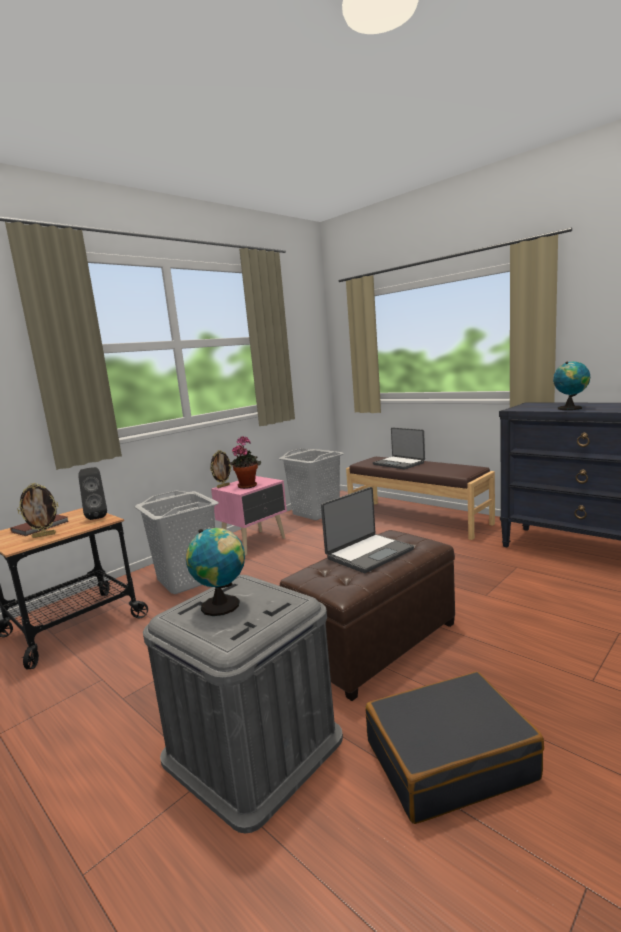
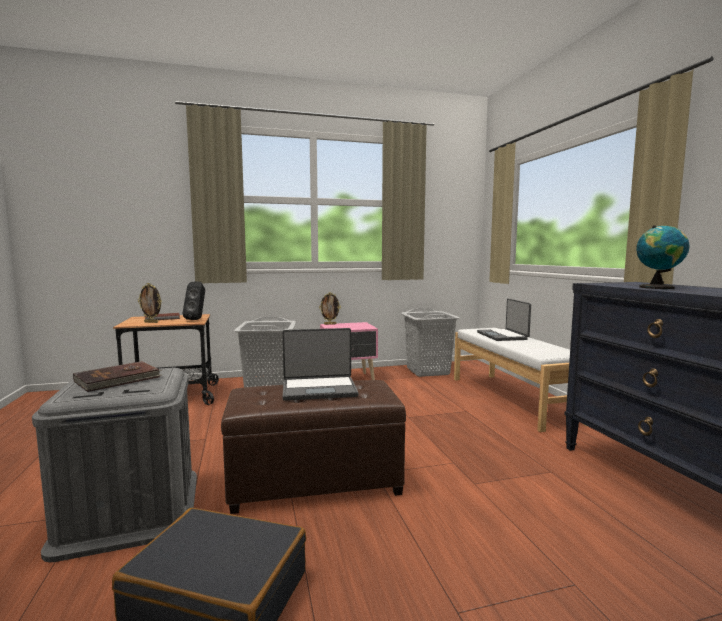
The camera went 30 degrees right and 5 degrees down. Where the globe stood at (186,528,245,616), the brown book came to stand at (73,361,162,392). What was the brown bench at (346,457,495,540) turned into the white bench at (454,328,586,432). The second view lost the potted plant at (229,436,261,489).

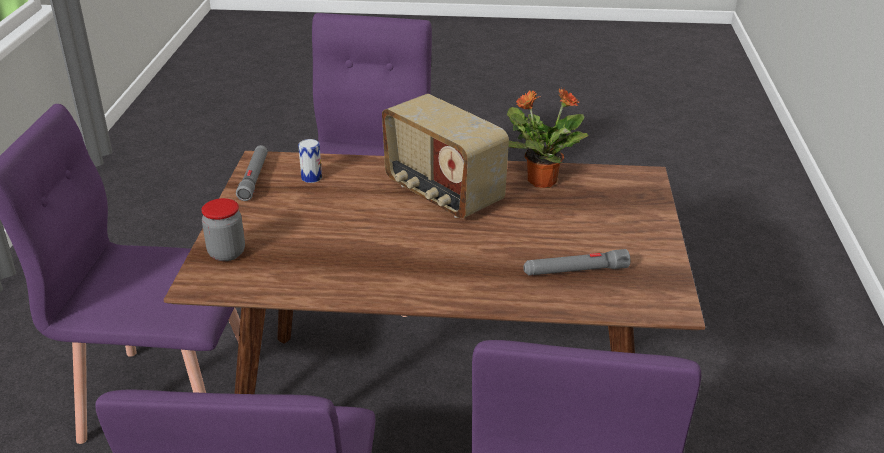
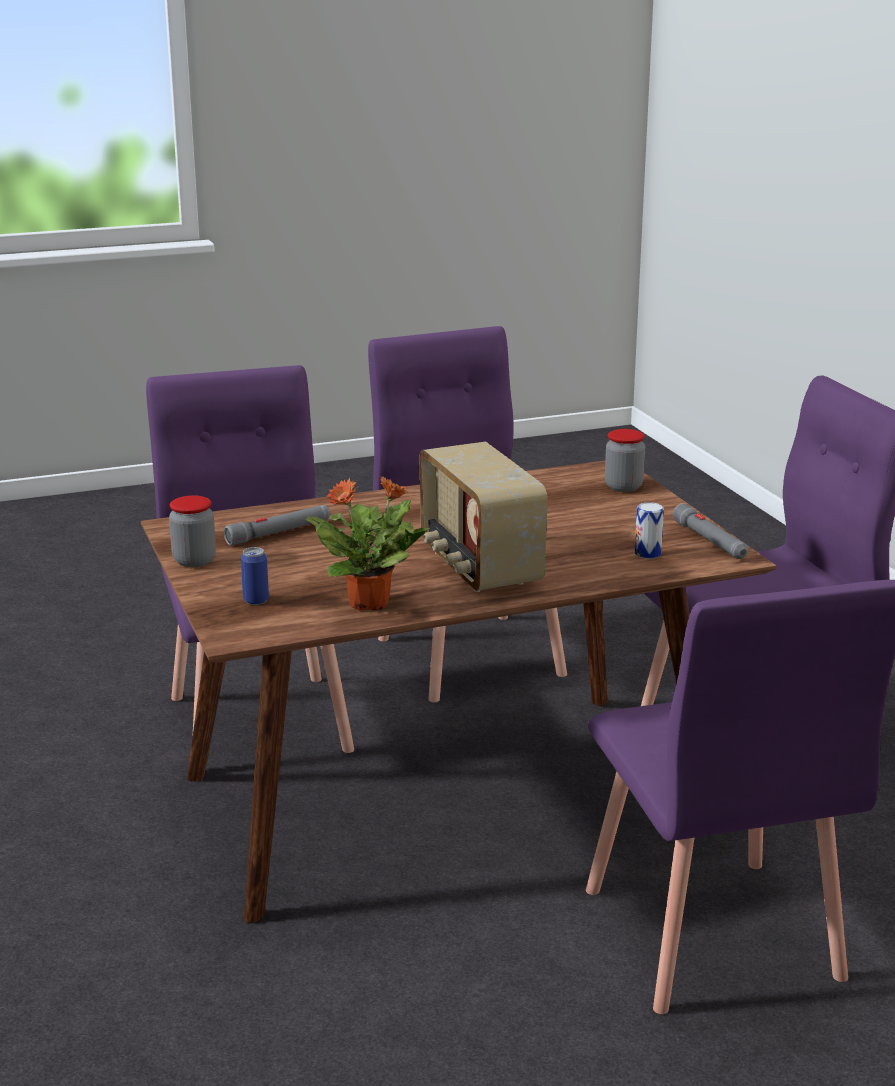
The camera went 155 degrees right and 10 degrees down. The second view gained the jar at (169,495,216,567). The second view gained the can at (241,547,269,605). The radio at (382,94,509,219) ended up facing another way, 135 degrees counterclockwise from before.

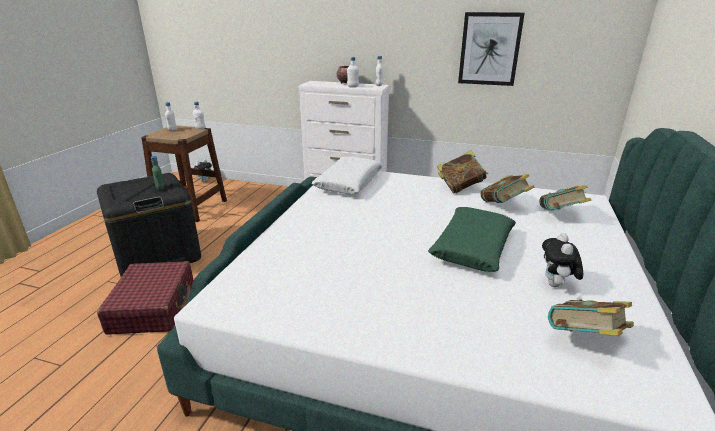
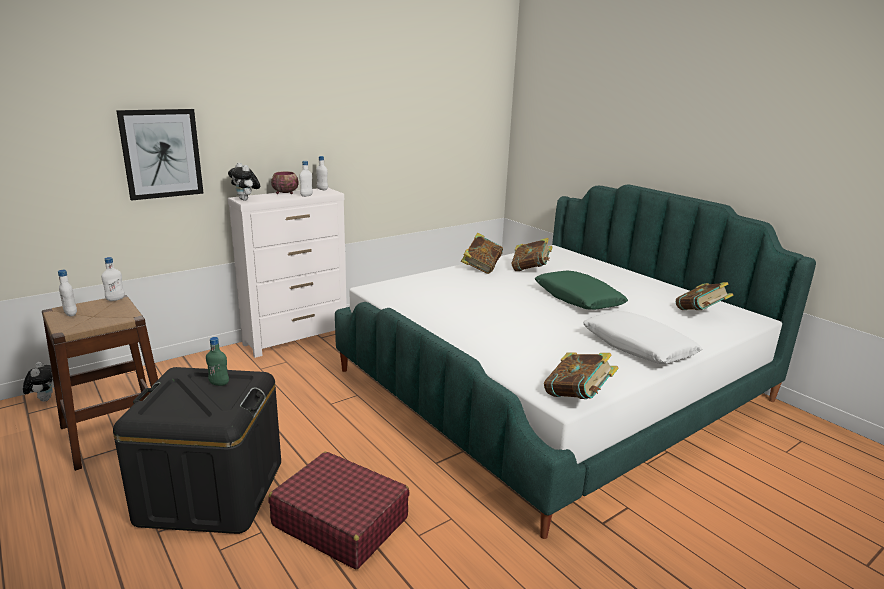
The camera went 55 degrees left and 5 degrees down. The picture ended up elsewhere, having gone from (458,12,525,86) to (116,109,204,201). The plush toy ended up elsewhere, having gone from (542,233,583,287) to (228,163,260,201). The book ended up elsewhere, having gone from (539,185,591,211) to (544,352,619,399). The white pillow ended up elsewhere, having gone from (311,156,383,194) to (583,311,702,364).

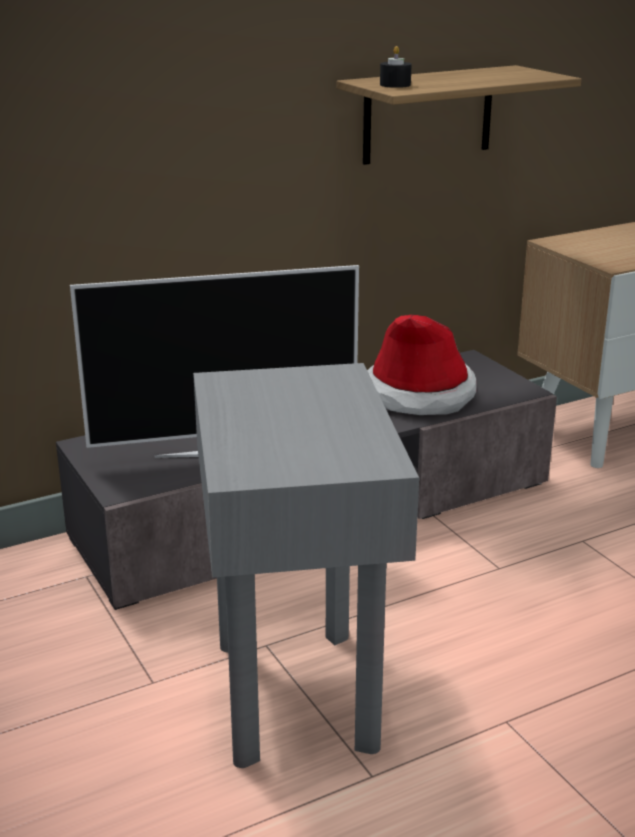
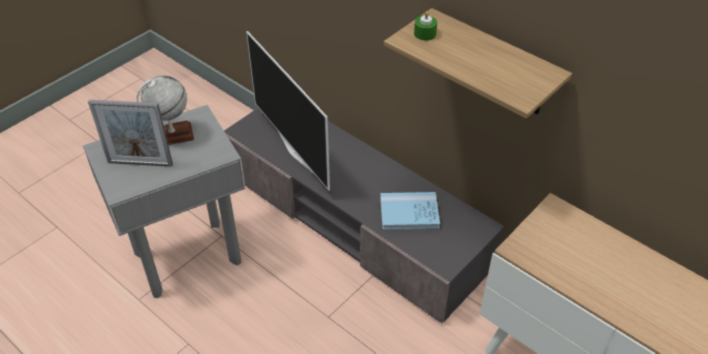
The camera went 70 degrees right and 20 degrees up. The second view gained the picture frame at (88,100,173,167). The second view gained the globe at (137,76,194,145). Where the hat stood at (367,315,477,415), the blue book came to stand at (380,192,440,230). What was the black candle at (380,46,412,88) turned into the green candle at (414,11,437,41).

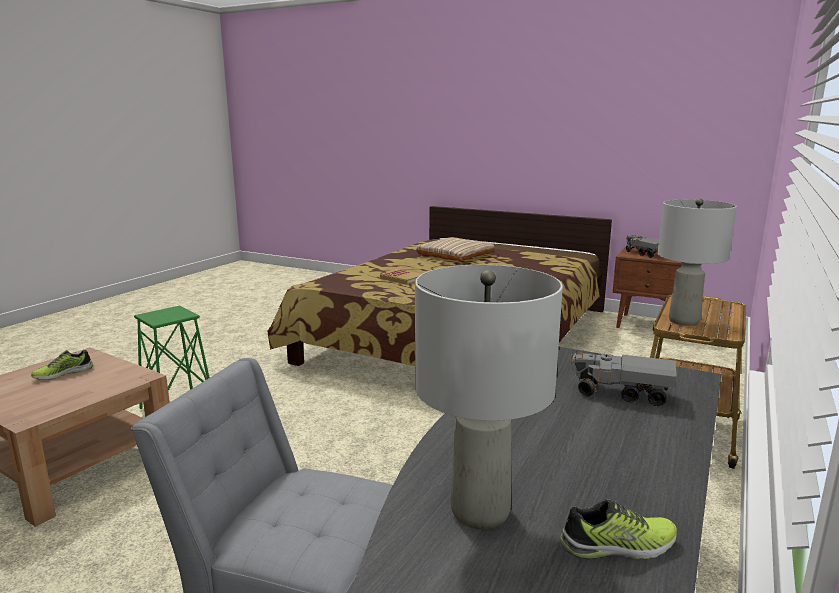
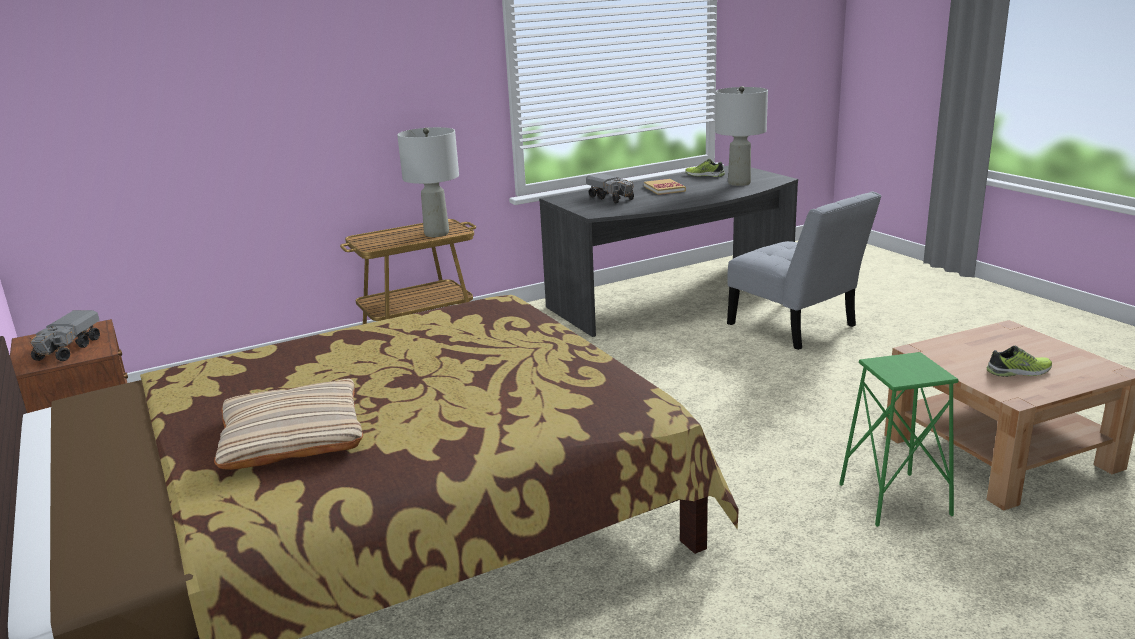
The camera went 145 degrees left and 5 degrees up. The book ended up elsewhere, having gone from (380,269,421,285) to (644,179,686,195).

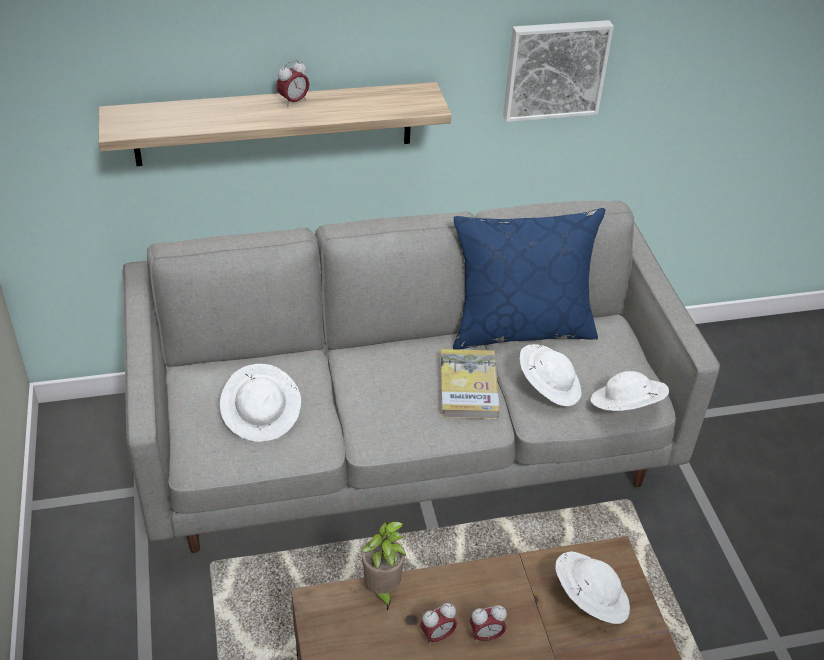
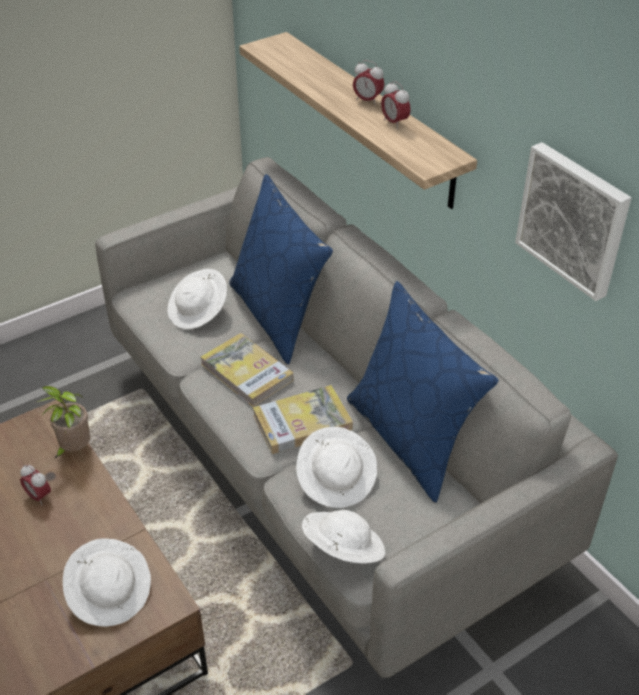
The camera went 70 degrees right and 0 degrees up. The second view gained the book at (201,333,293,407). The second view gained the blue pillow at (229,174,333,365). The alarm clock ended up elsewhere, having gone from (470,605,507,643) to (381,81,411,129).

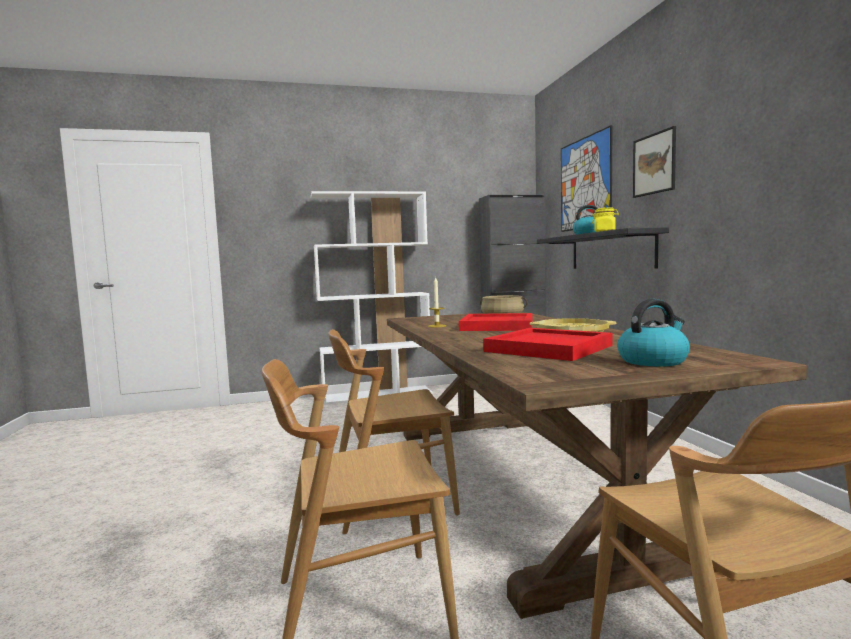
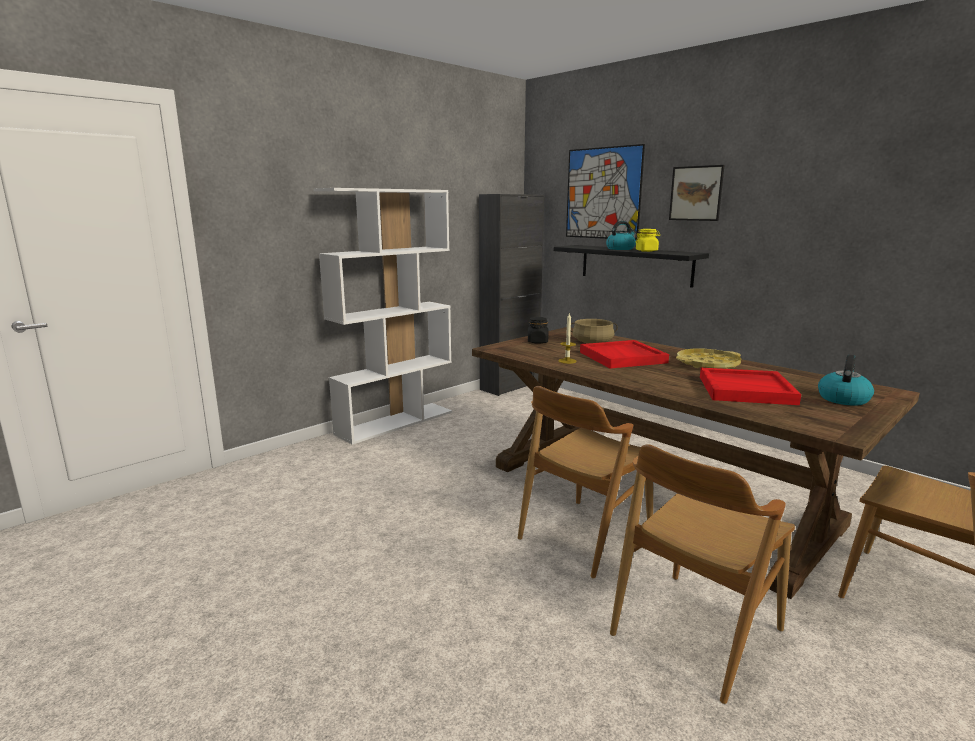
The camera went 30 degrees left and 10 degrees up. The second view gained the black jar at (528,317,549,344).

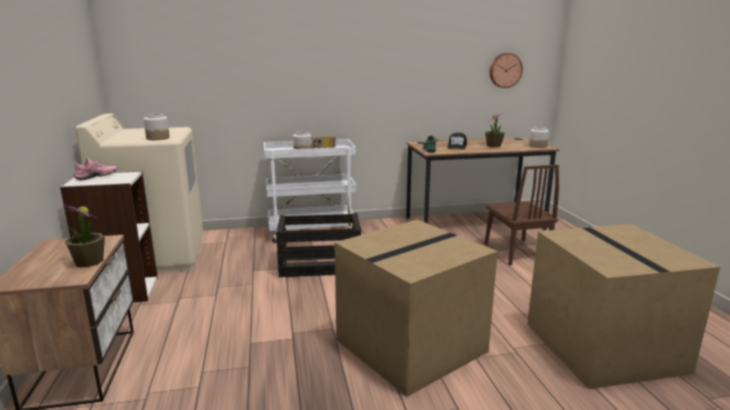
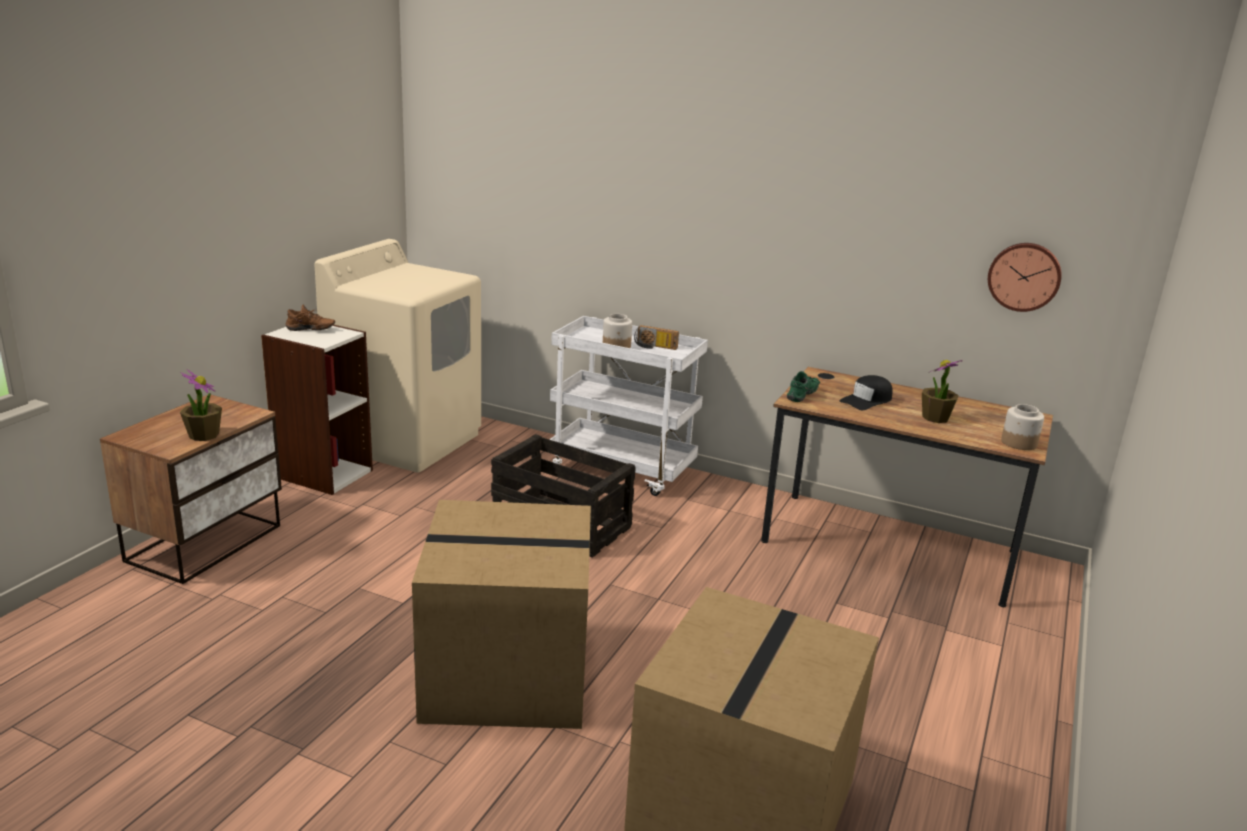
The camera went 35 degrees right and 5 degrees up. What was the pink shoe at (74,158,117,181) turned into the brown shoe at (286,305,335,331). The second view lost the jar at (144,114,170,140). The second view lost the brown chair at (484,165,559,265).

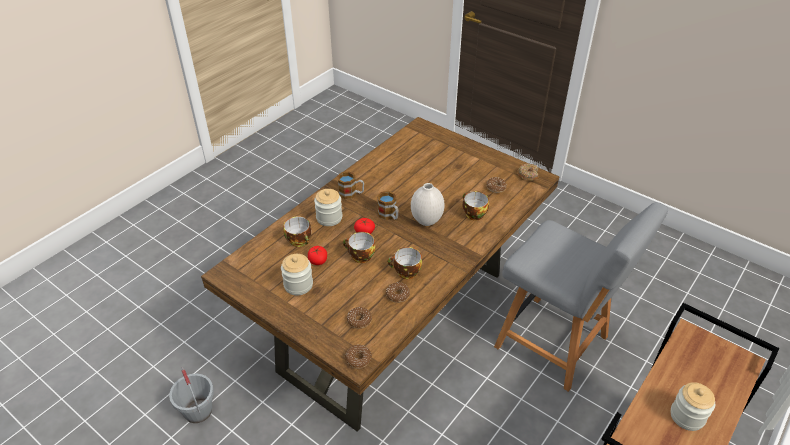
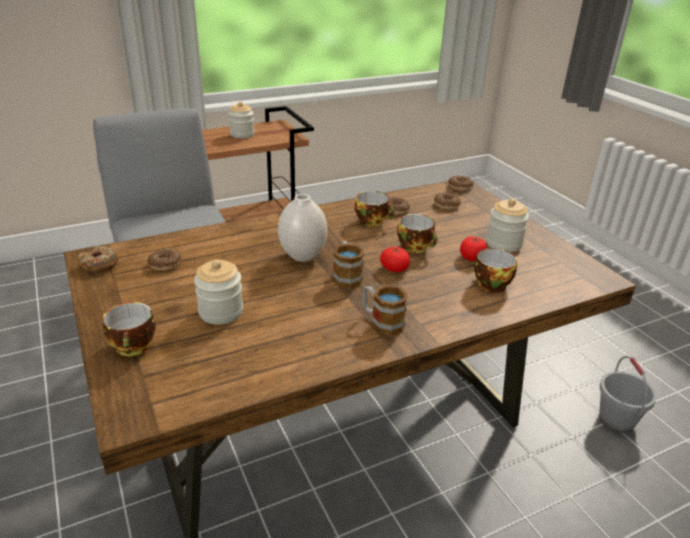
The camera went 155 degrees left and 10 degrees down. The cup ended up elsewhere, having gone from (463,191,489,221) to (102,302,155,356). The jar ended up elsewhere, having gone from (314,189,342,226) to (194,260,243,325).

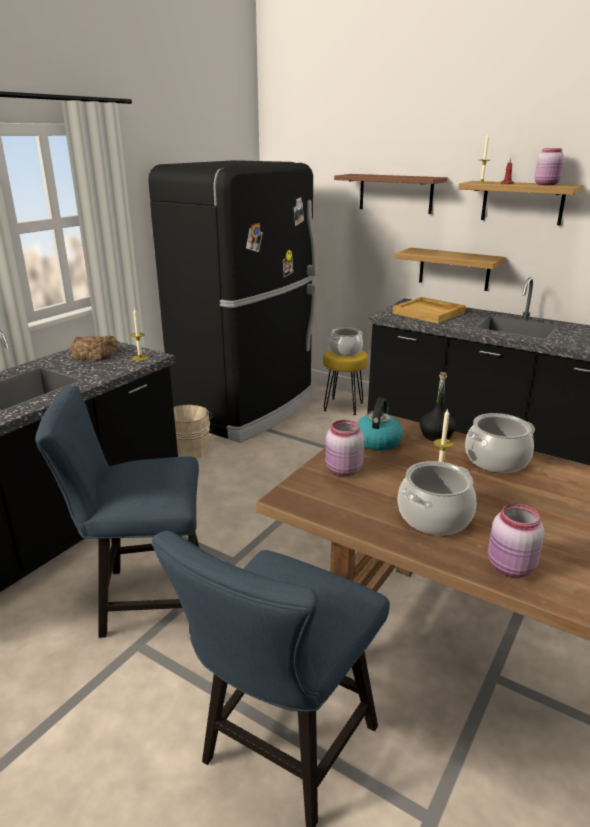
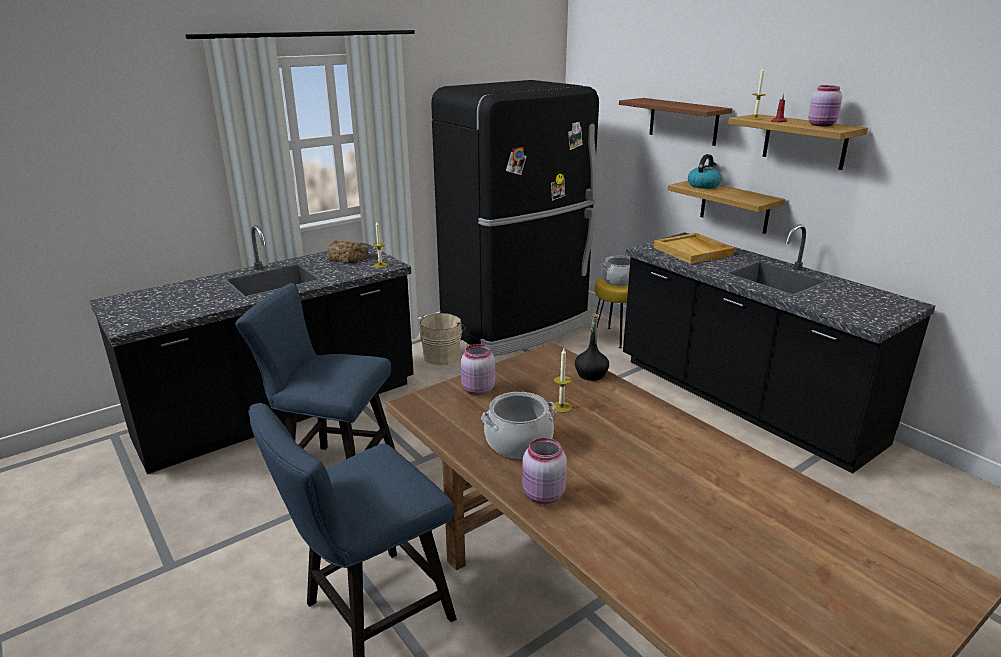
The camera went 20 degrees right and 0 degrees up. The kettle ended up elsewhere, having gone from (357,398,403,450) to (688,154,721,189). The second view lost the cooking pot at (465,413,535,473).

